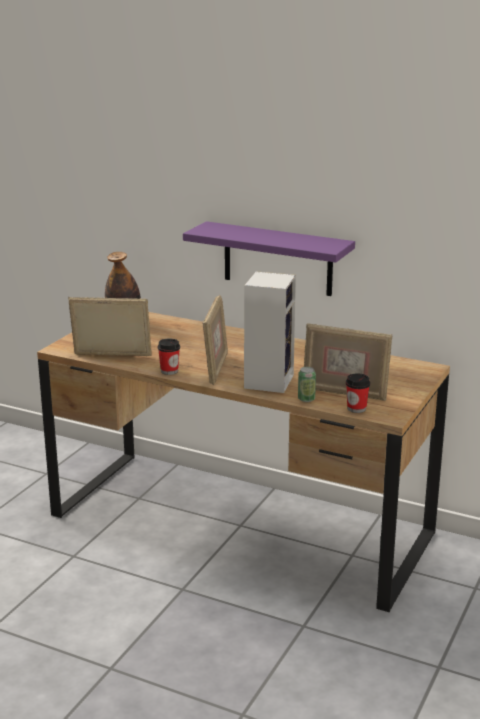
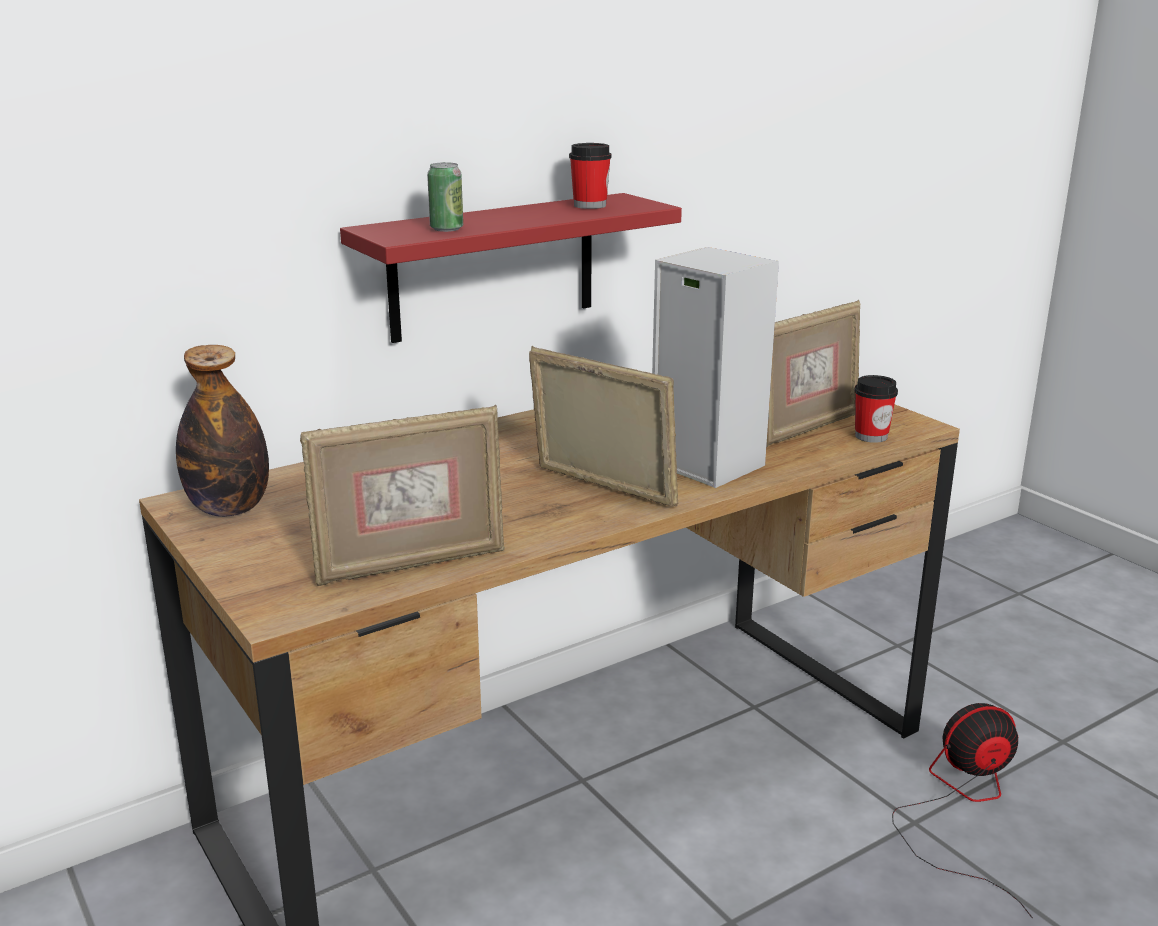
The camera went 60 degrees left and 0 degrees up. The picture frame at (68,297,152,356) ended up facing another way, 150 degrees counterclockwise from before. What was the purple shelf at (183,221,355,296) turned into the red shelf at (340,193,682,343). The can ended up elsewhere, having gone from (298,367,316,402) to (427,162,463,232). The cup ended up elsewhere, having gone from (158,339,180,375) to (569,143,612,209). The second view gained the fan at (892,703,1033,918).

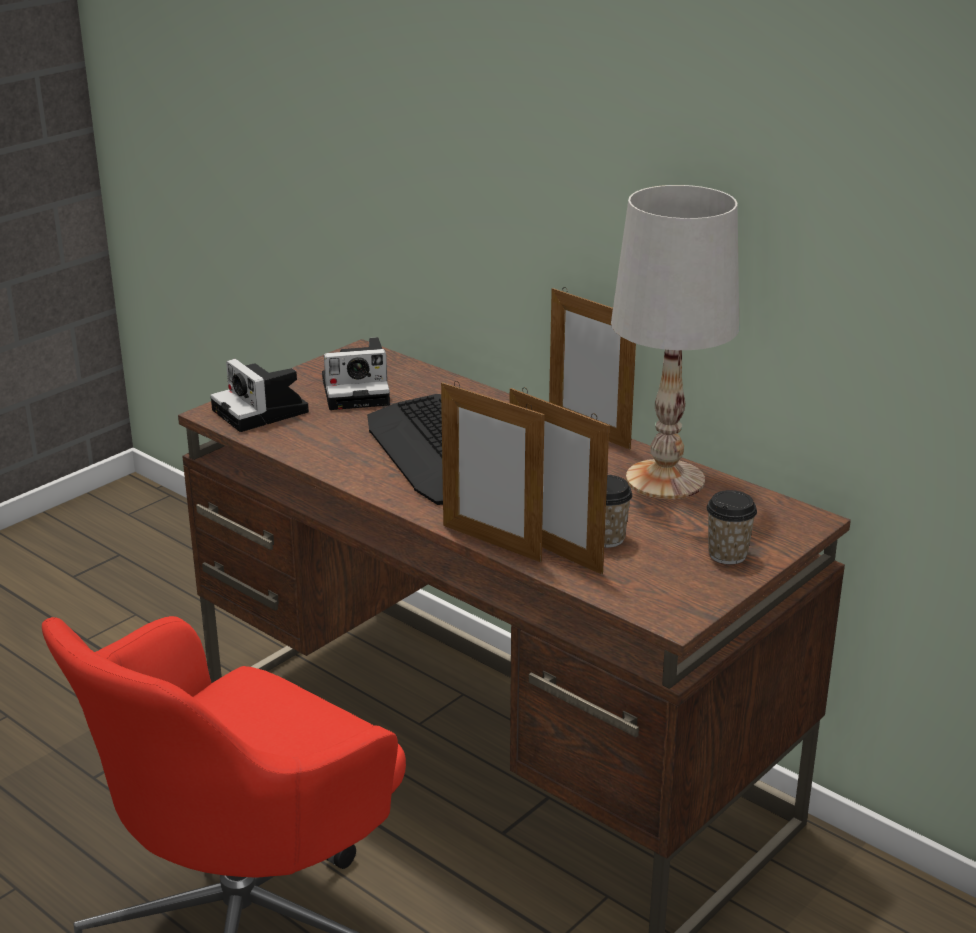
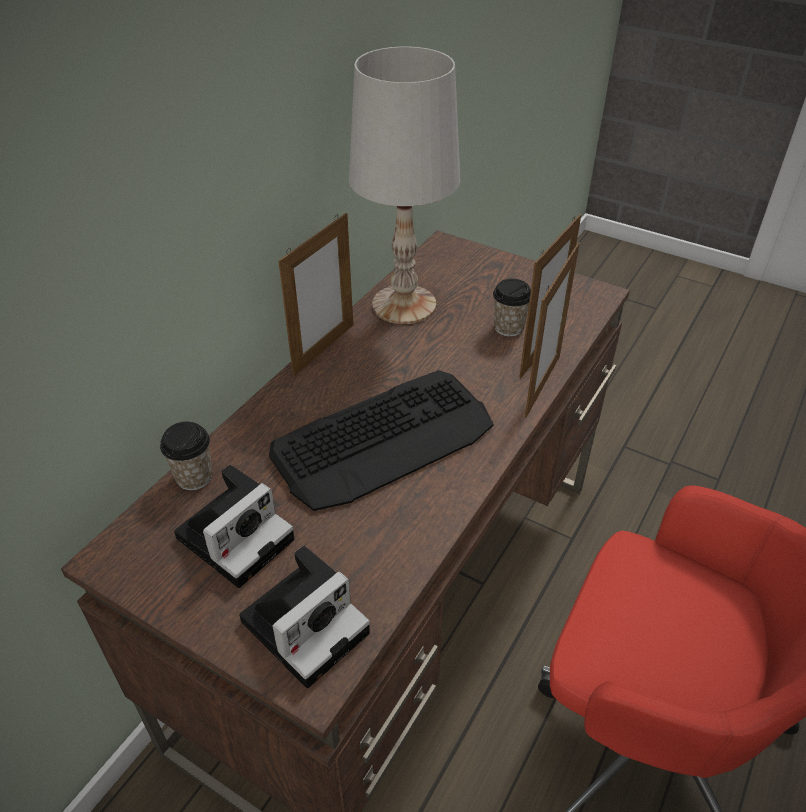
The camera went 100 degrees left and 15 degrees up. The cup ended up elsewhere, having gone from (706,490,757,564) to (160,421,213,490). The photo camera at (322,337,390,410) ended up facing another way, 60 degrees clockwise from before.

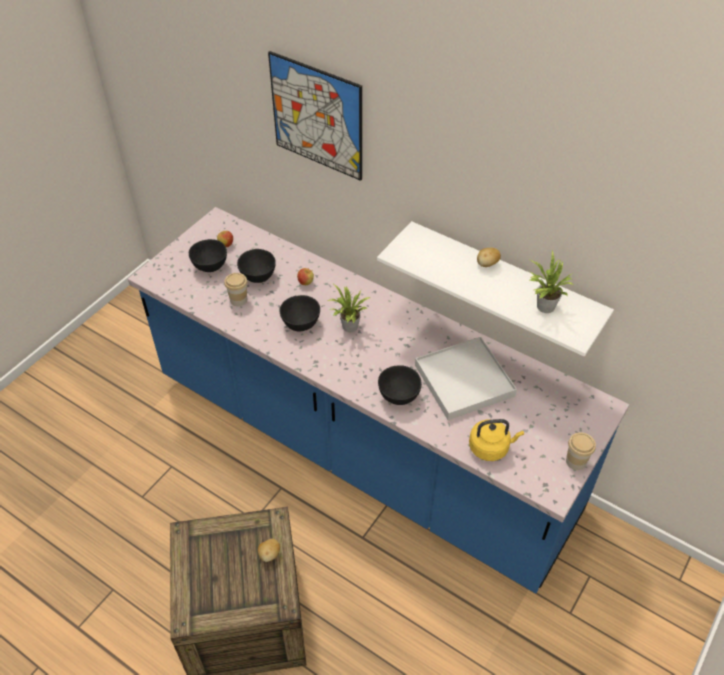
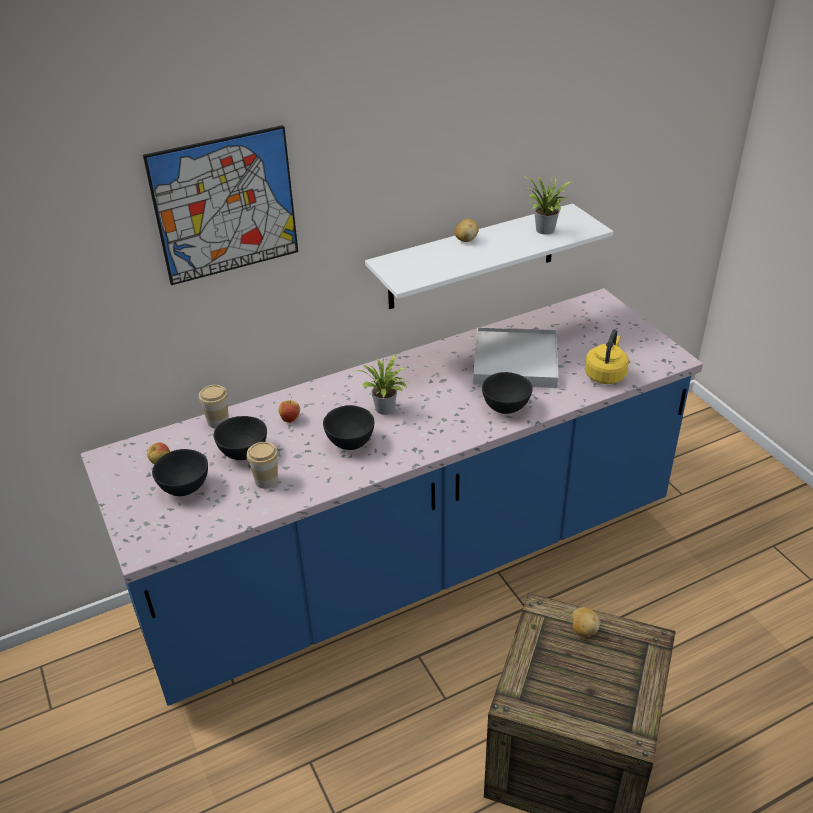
The camera went 60 degrees left and 10 degrees down. The cup ended up elsewhere, having gone from (566,432,596,470) to (199,385,229,428).

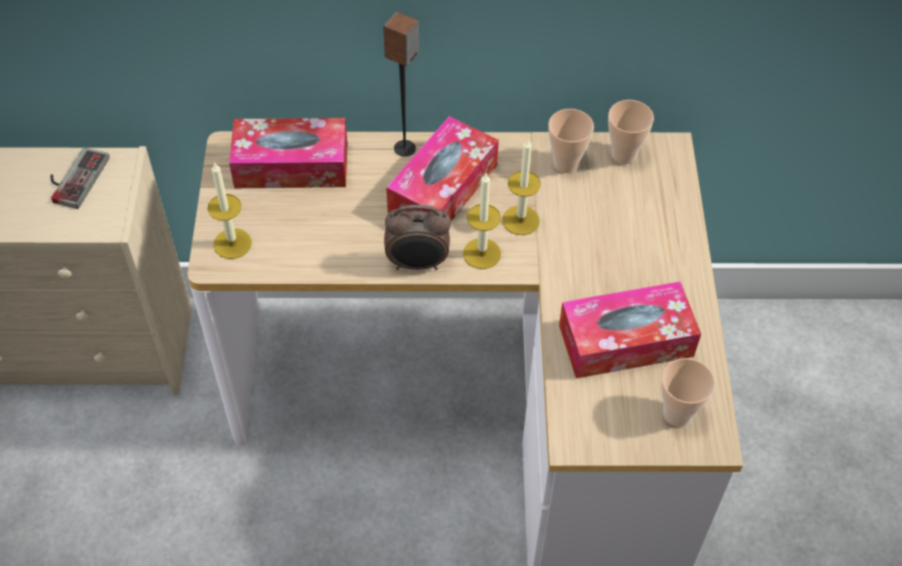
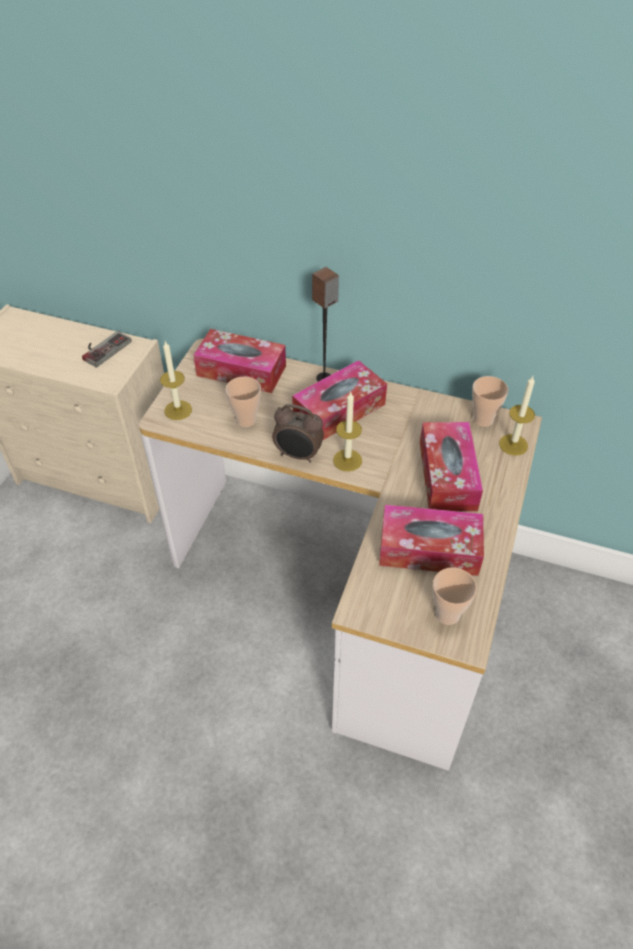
The camera went 20 degrees right and 5 degrees down. The cup ended up elsewhere, having gone from (548,109,594,173) to (226,376,261,427). The second view gained the tissue box at (420,422,483,511). The candle ended up elsewhere, having gone from (502,139,541,235) to (499,376,535,456).

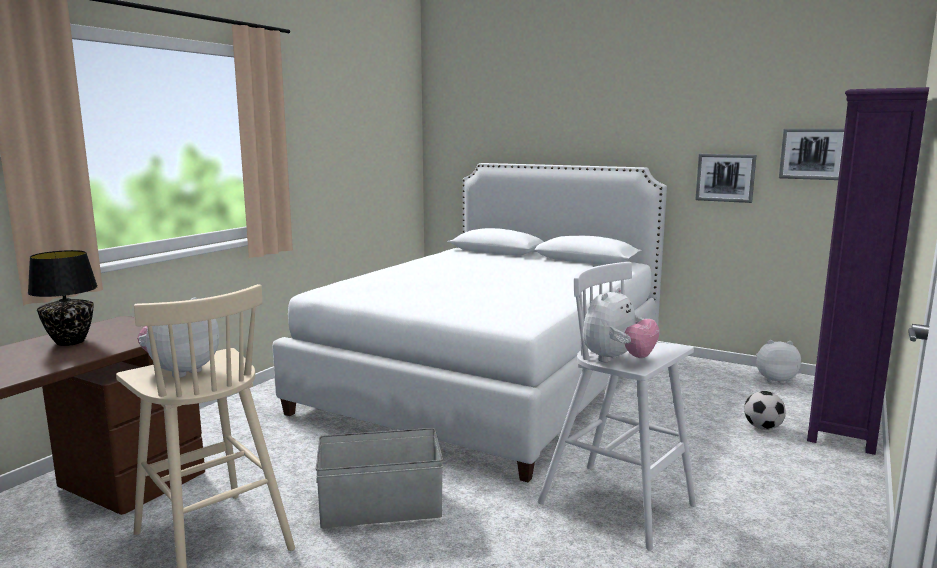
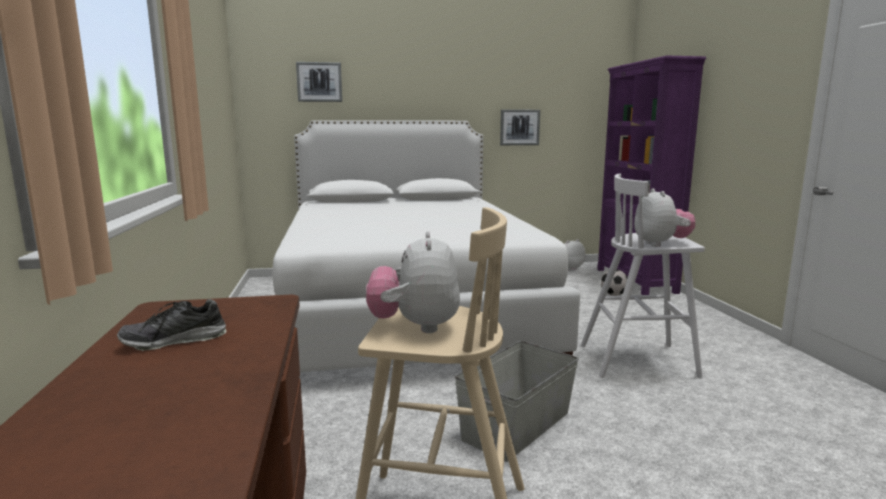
The camera went 40 degrees left and 0 degrees up. Where the black table lamp stood at (28,250,98,346), the shoe came to stand at (117,299,227,351). The picture ended up elsewhere, having gone from (779,128,845,180) to (296,62,342,102).

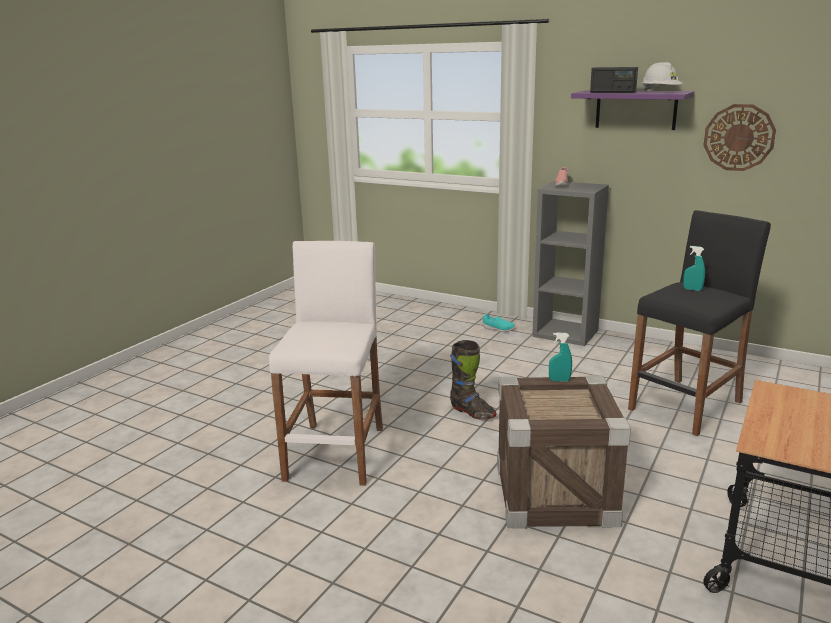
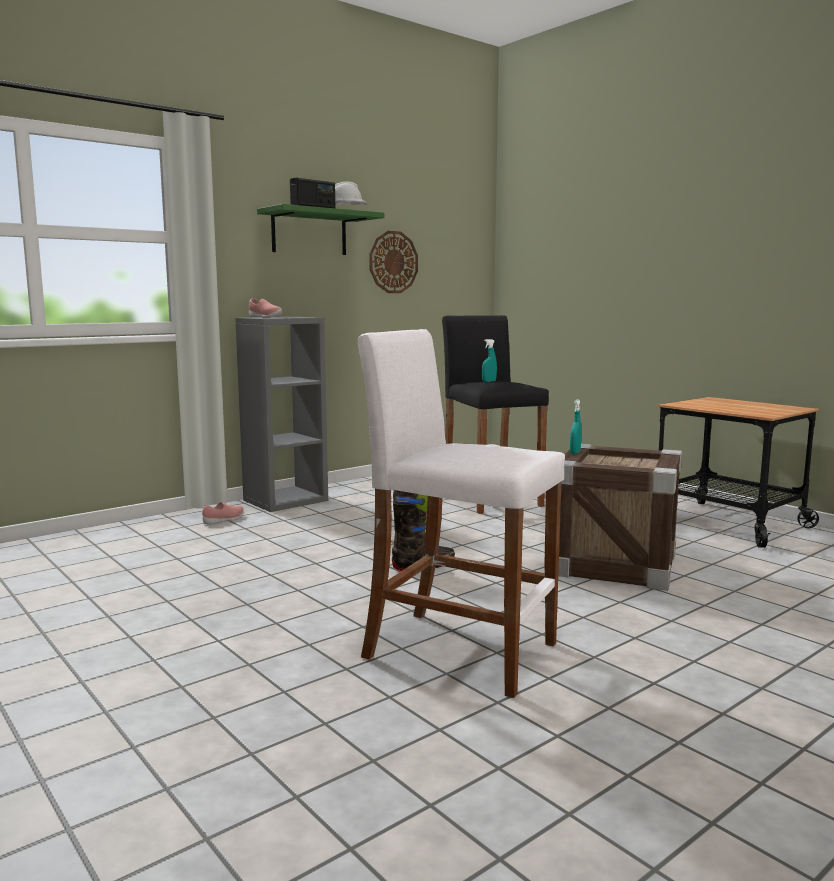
The camera went 70 degrees left and 10 degrees down. What was the turquoise shoe at (483,314,515,332) turned into the pink shoe at (202,502,244,524). What was the purple shelf at (571,90,694,130) turned into the green shelf at (257,204,385,255).

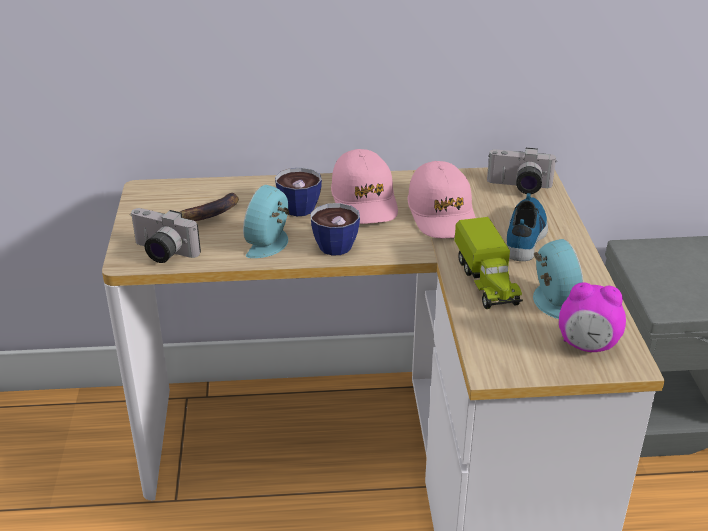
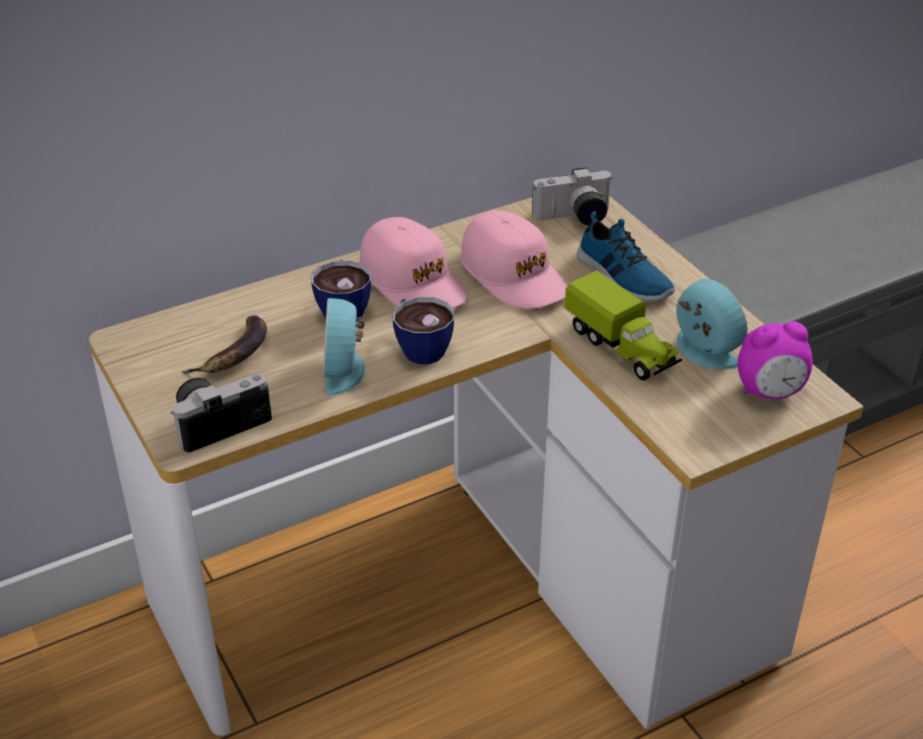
The camera went 25 degrees left and 5 degrees up. The photo camera at (131,208,201,263) ended up facing another way, 150 degrees clockwise from before. The shoe at (506,193,548,261) ended up facing another way, 150 degrees clockwise from before.

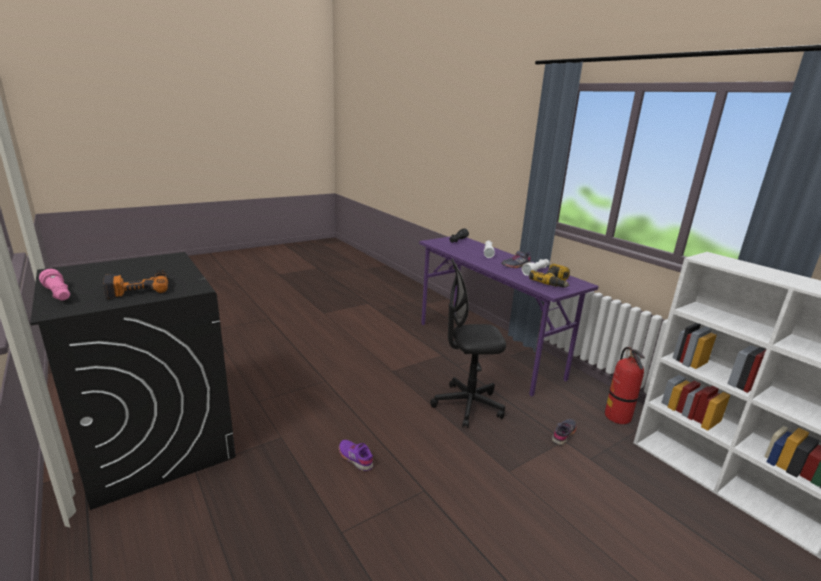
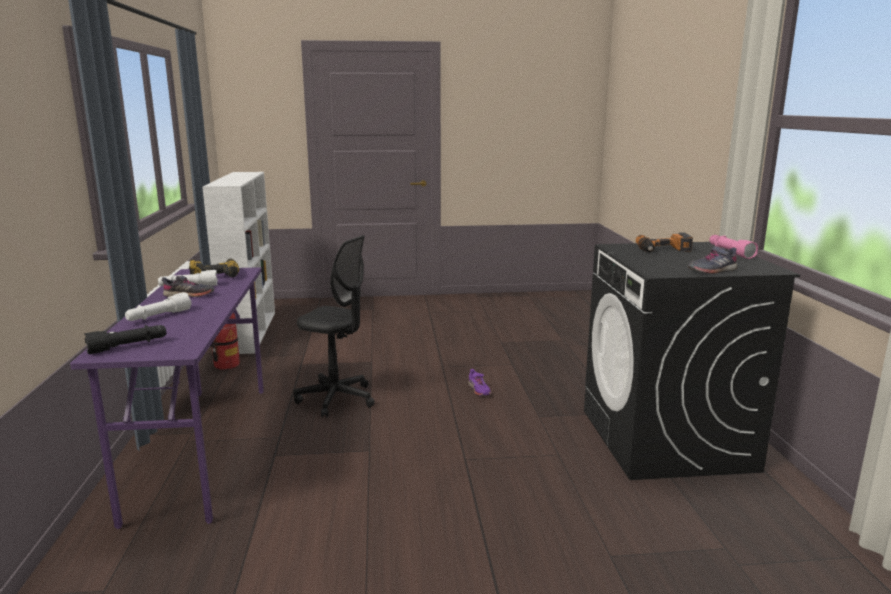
The camera went 150 degrees left and 5 degrees down. The grey shoe ended up elsewhere, having gone from (551,419,577,446) to (687,246,738,274).

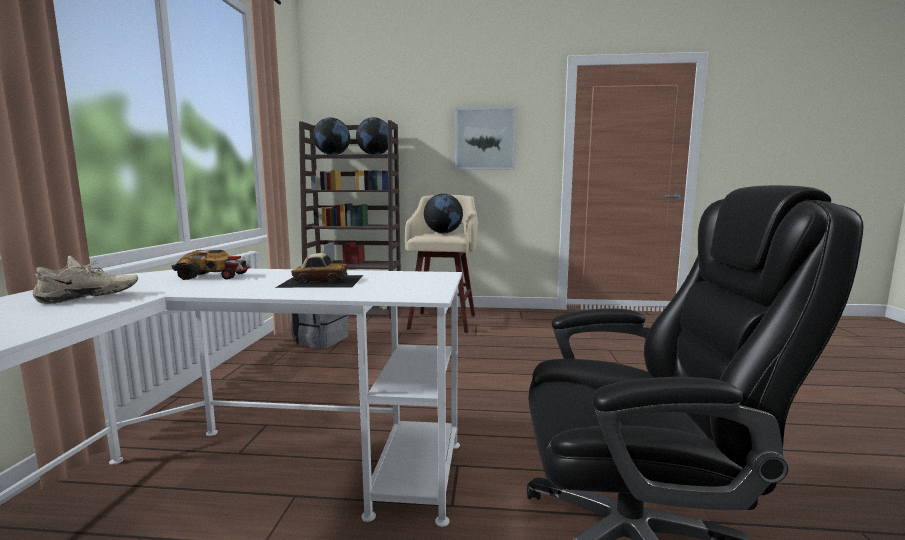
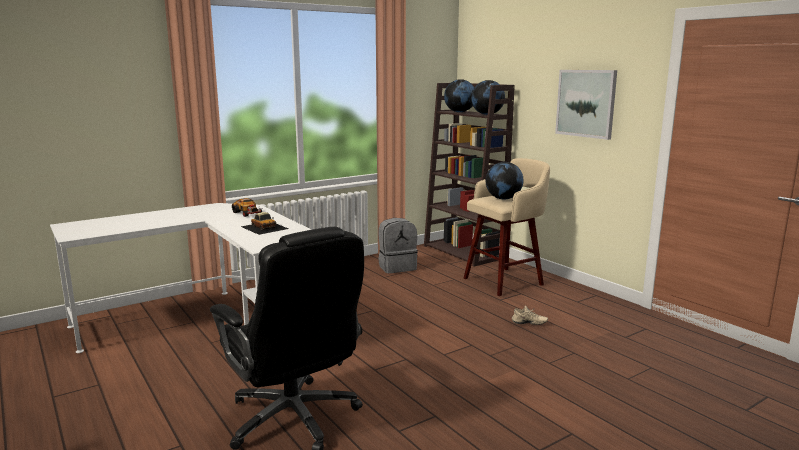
The camera went 50 degrees right and 5 degrees up. The beige shoe ended up elsewhere, having gone from (33,256,138,304) to (512,305,548,325).

